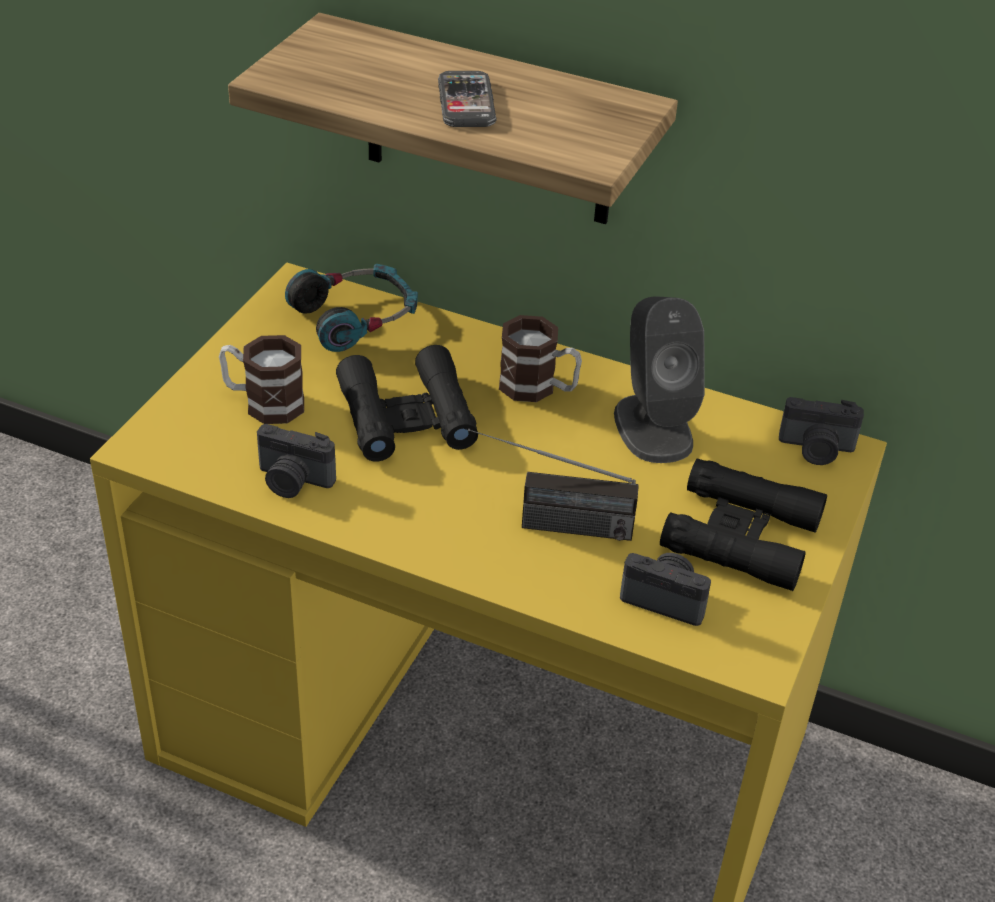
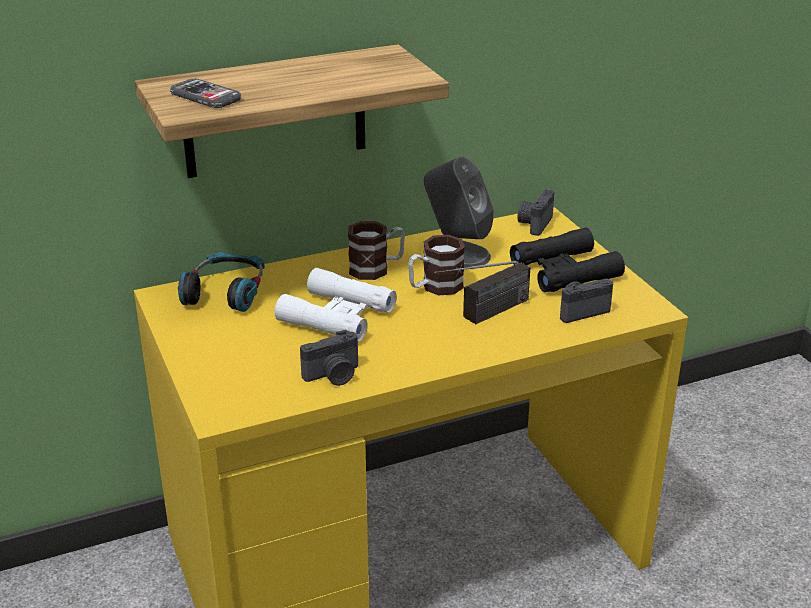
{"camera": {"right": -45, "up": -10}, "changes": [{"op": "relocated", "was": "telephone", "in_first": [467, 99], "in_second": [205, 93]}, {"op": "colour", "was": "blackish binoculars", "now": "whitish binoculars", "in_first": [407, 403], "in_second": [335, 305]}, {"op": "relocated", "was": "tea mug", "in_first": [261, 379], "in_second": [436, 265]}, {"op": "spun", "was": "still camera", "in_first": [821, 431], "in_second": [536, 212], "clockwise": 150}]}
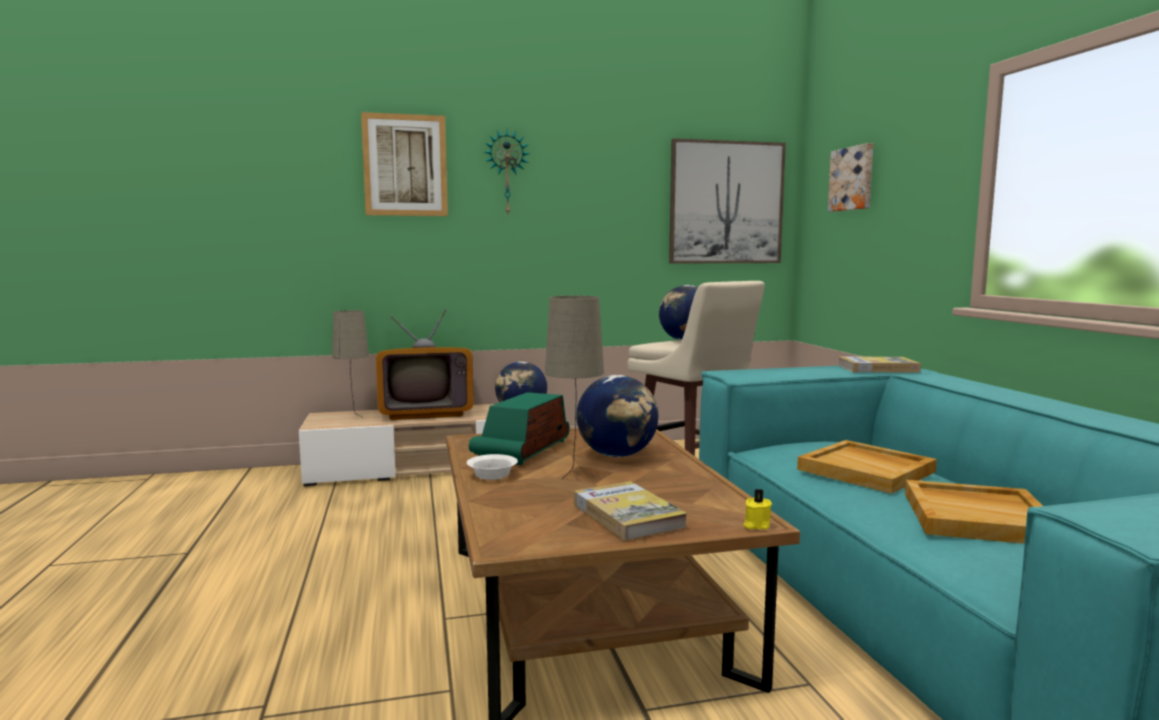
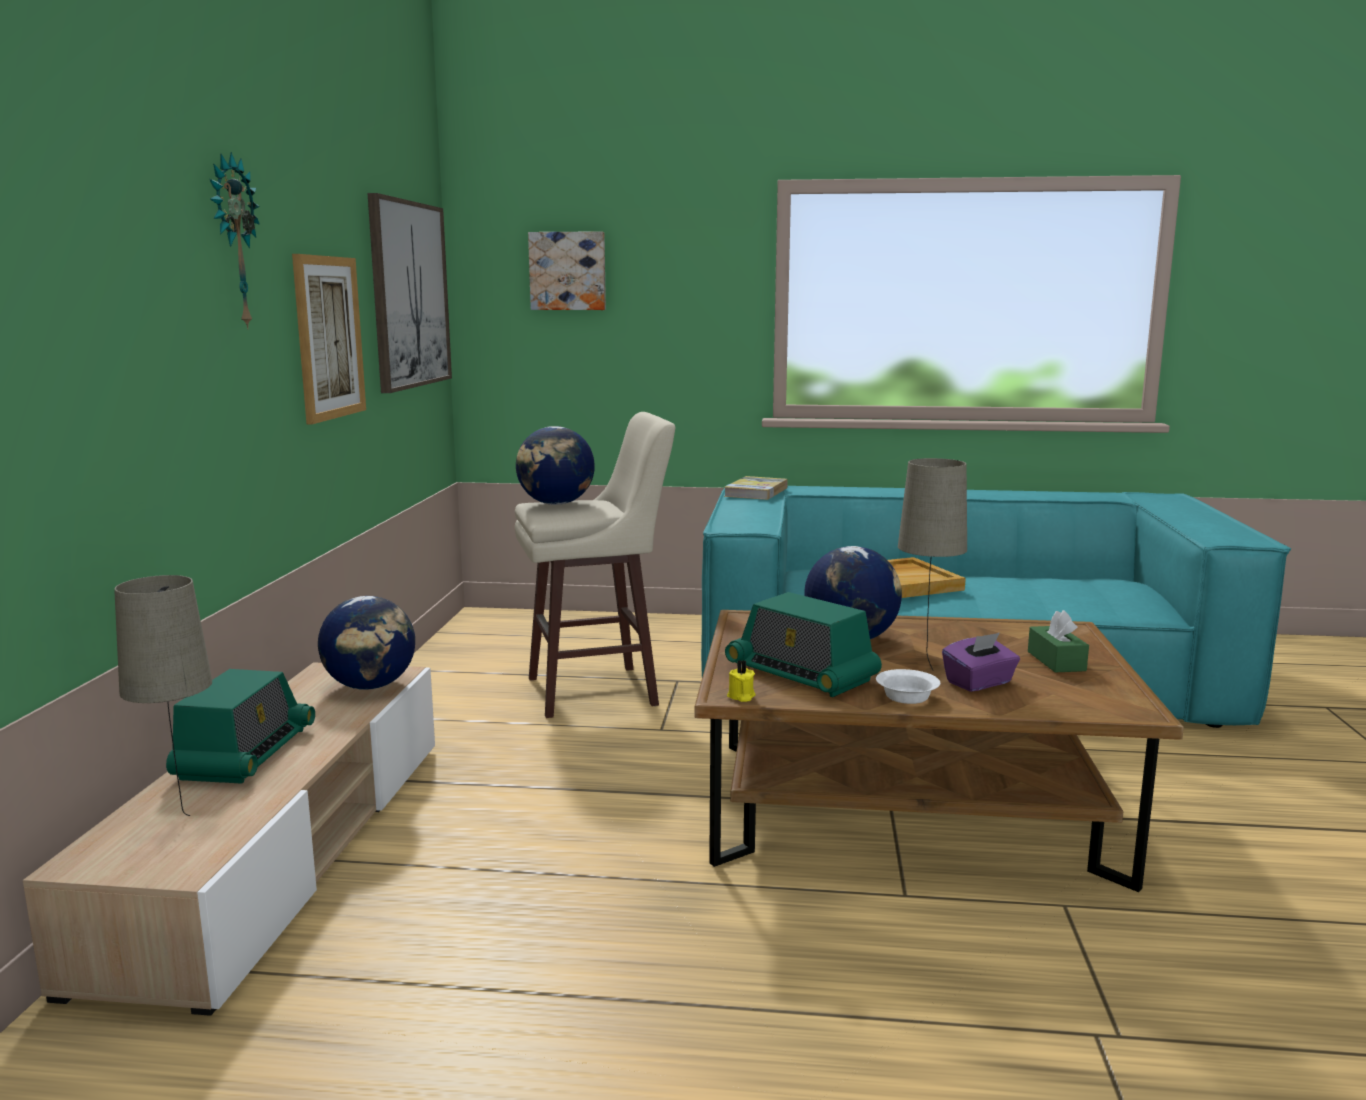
{"camera": {"right": -70, "up": 5}, "changes": [{"op": "exchanged", "was": "television", "now": "radio set", "in_first": [425, 364], "in_second": [240, 726]}, {"op": "relocated", "was": "picture", "in_first": [404, 164], "in_second": [329, 339]}, {"op": "relocated", "was": "yellow-coloured candle", "in_first": [757, 509], "in_second": [741, 681]}, {"op": "appeared", "now": "purplish tissue holder", "in_second": [981, 662]}, {"op": "exchanged", "was": "book", "now": "greenish tissue holder", "in_first": [630, 511], "in_second": [1058, 641]}, {"op": "missing", "was": "beige-coloured carrying tray", "in_first": [974, 512]}]}
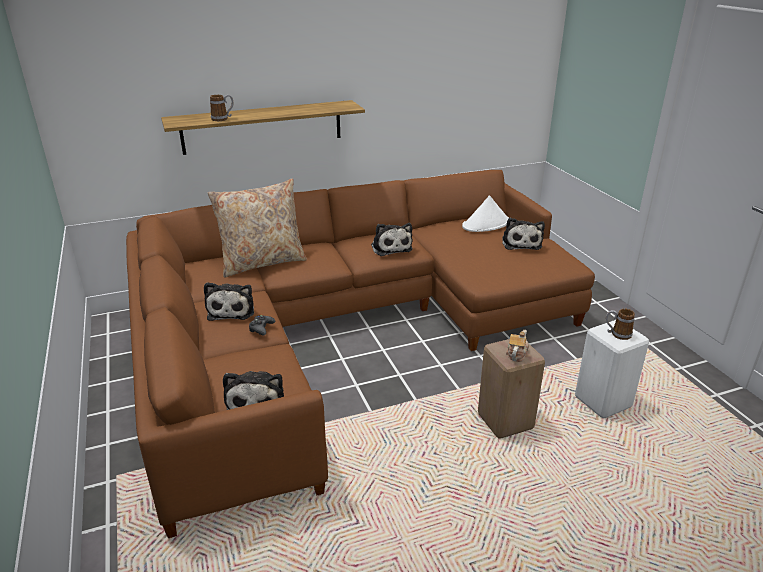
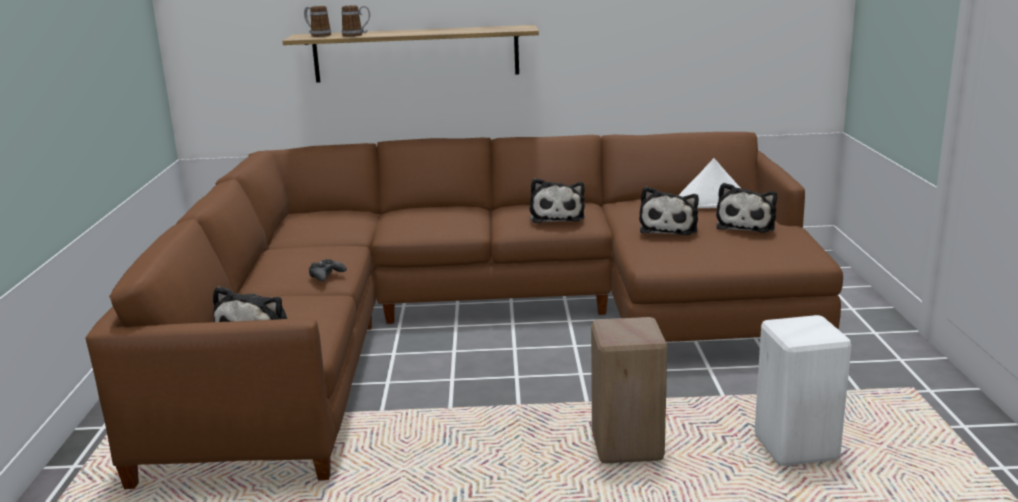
{"camera": {"right": 20, "up": -10}, "changes": [{"op": "relocated", "was": "tea mug", "in_first": [620, 324], "in_second": [317, 21]}, {"op": "relocated", "was": "plush toy", "in_first": [229, 301], "in_second": [669, 210]}, {"op": "missing", "was": "beige-coloured throw pillow", "in_first": [257, 228]}, {"op": "missing", "was": "teapot", "in_first": [517, 346]}]}
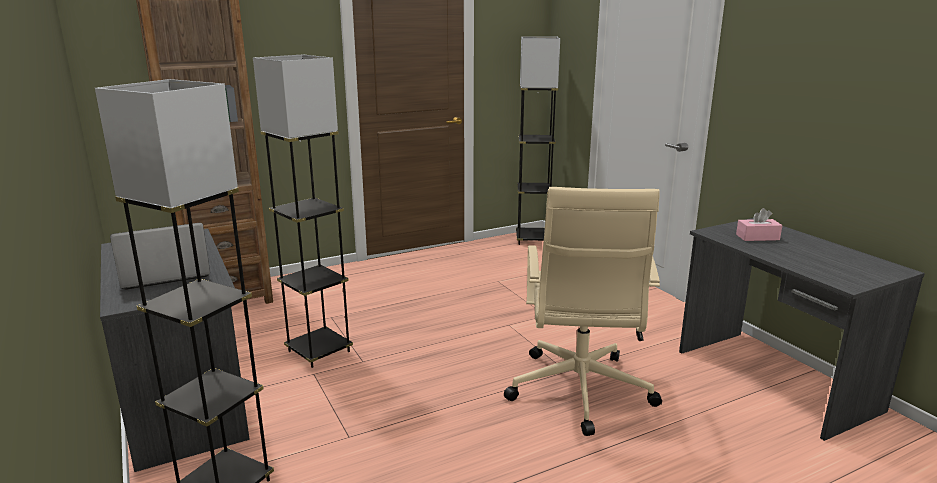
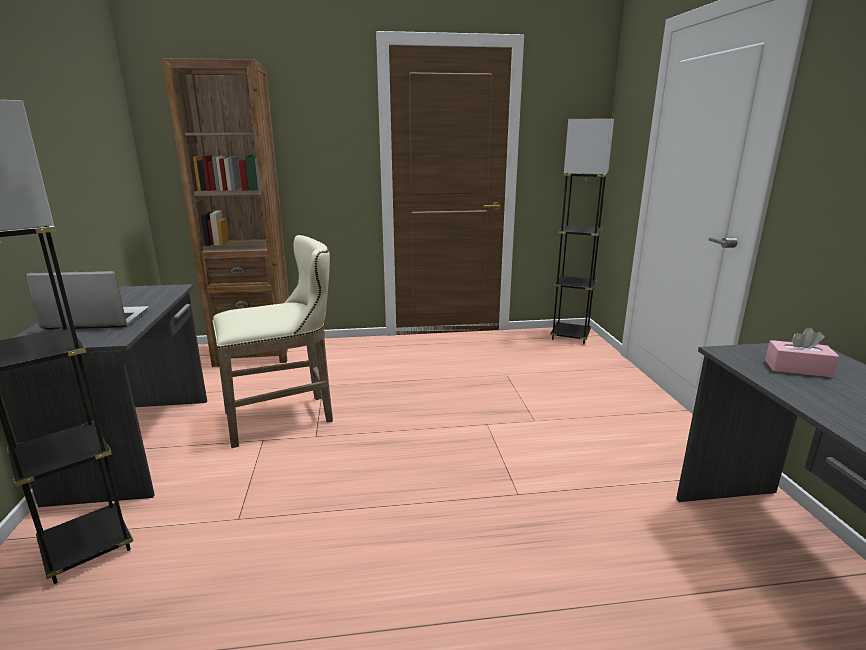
{"camera": {"right": 20, "up": 0}, "changes": [{"op": "exchanged", "was": "grey standard lamp", "now": "beige-coloured stool", "in_first": [303, 211], "in_second": [272, 341]}, {"op": "missing", "was": "beige-coloured office chair", "in_first": [583, 311]}]}
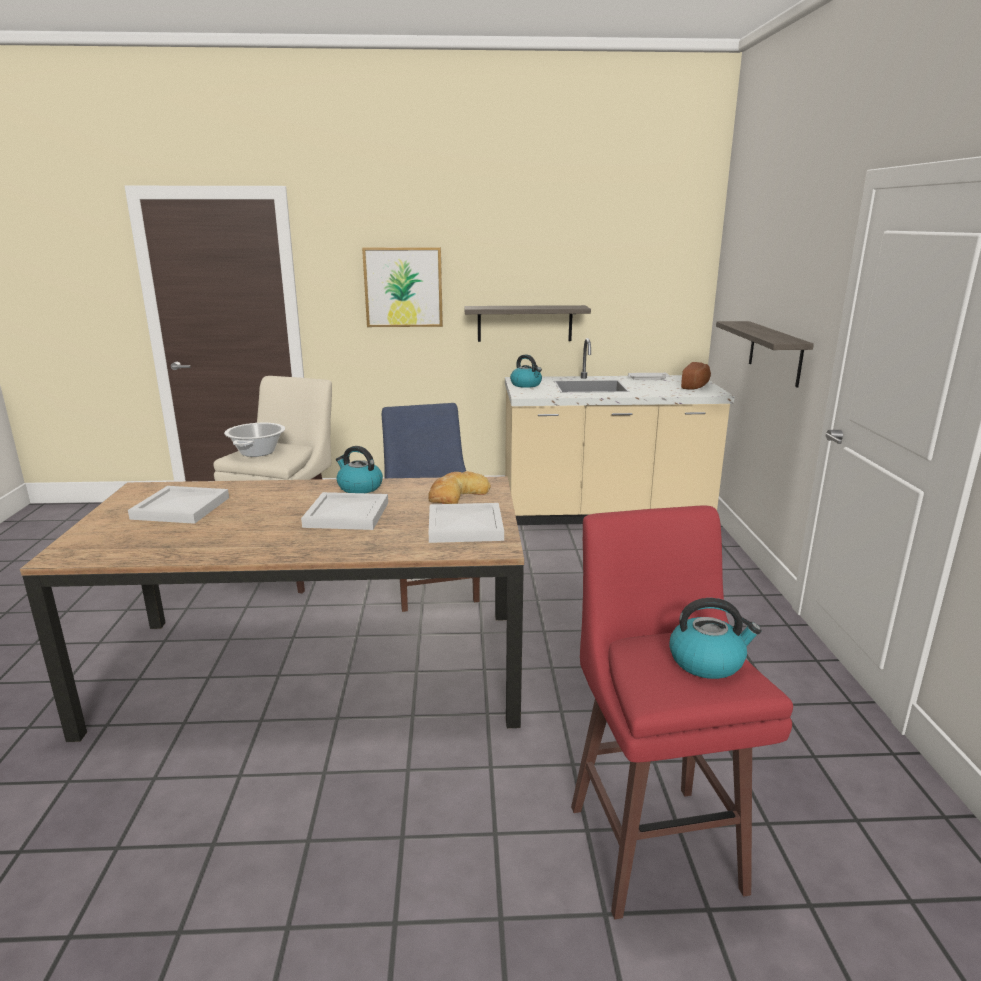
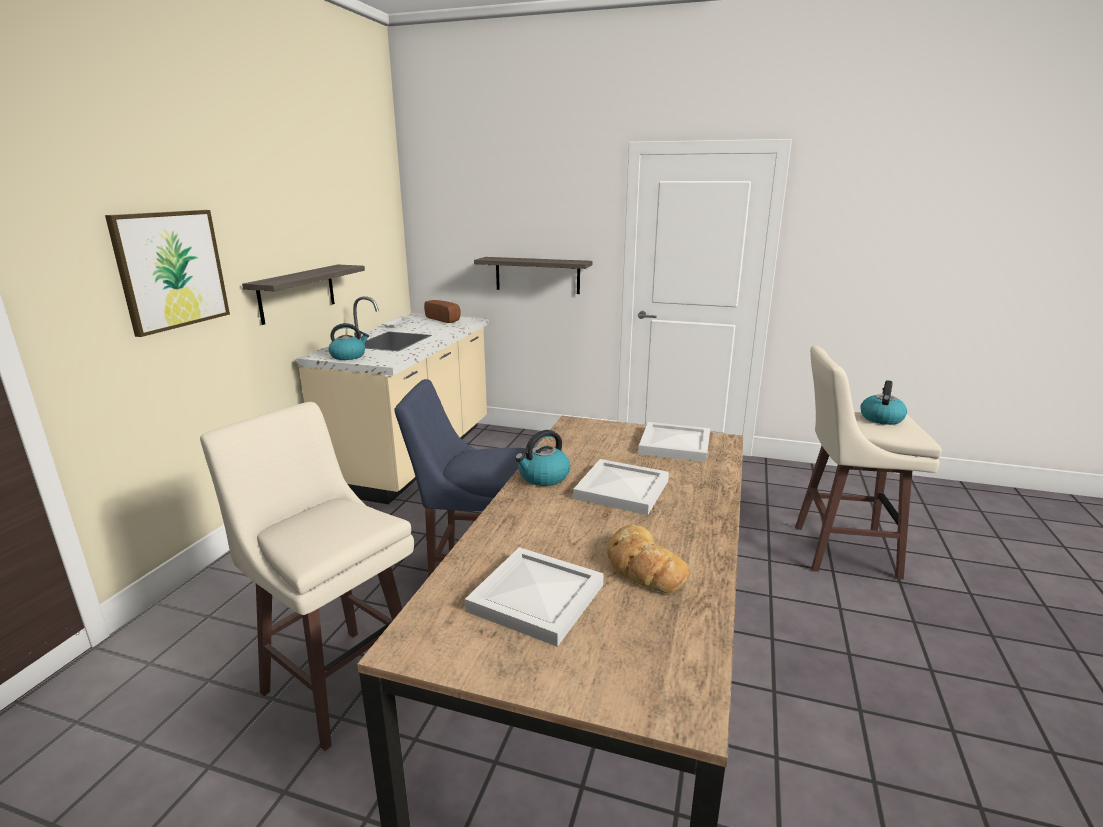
{"camera": {"right": -70, "up": 0}, "changes": [{"op": "relocated", "was": "bread", "in_first": [459, 487], "in_second": [648, 559]}, {"op": "colour", "was": "reddish stool", "now": "beige-coloured stool", "in_first": [682, 712], "in_second": [868, 462]}, {"op": "missing", "was": "saucepot", "in_first": [254, 440]}]}
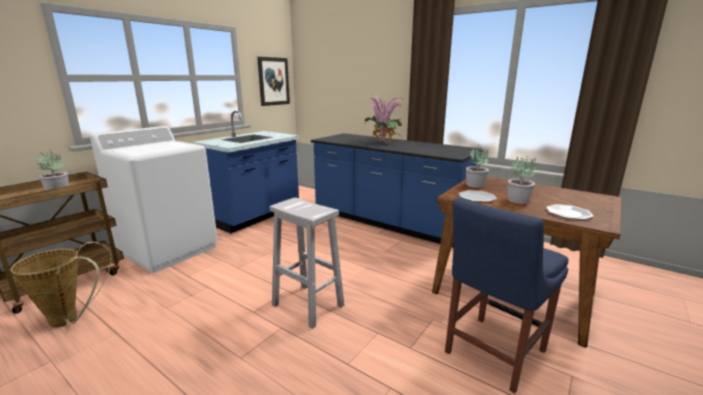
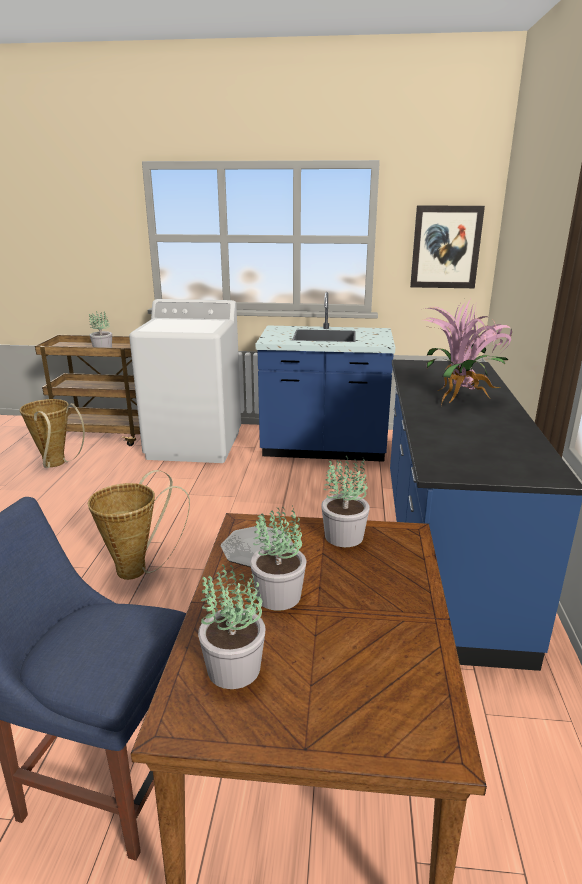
{"camera": {"right": 60, "up": 5}, "changes": [{"op": "exchanged", "was": "whitish stool", "now": "storage basket", "in_first": [307, 263], "in_second": [139, 525]}, {"op": "exchanged", "was": "flat dish", "now": "potted plant", "in_first": [570, 212], "in_second": [231, 626]}]}
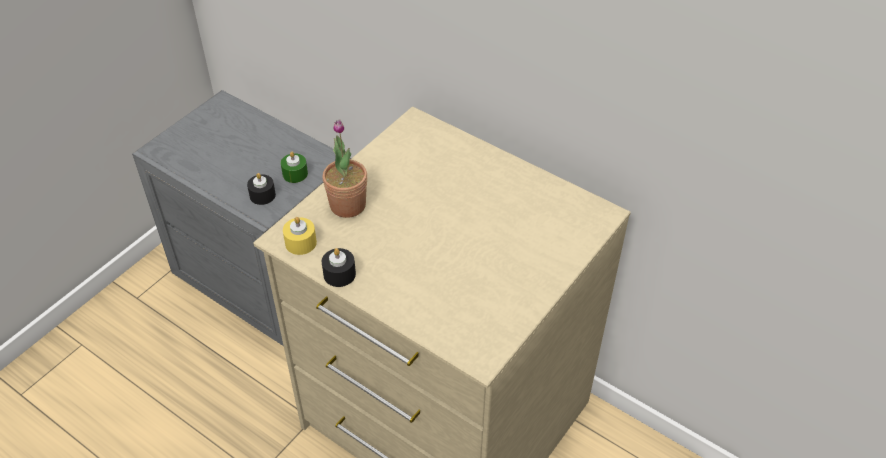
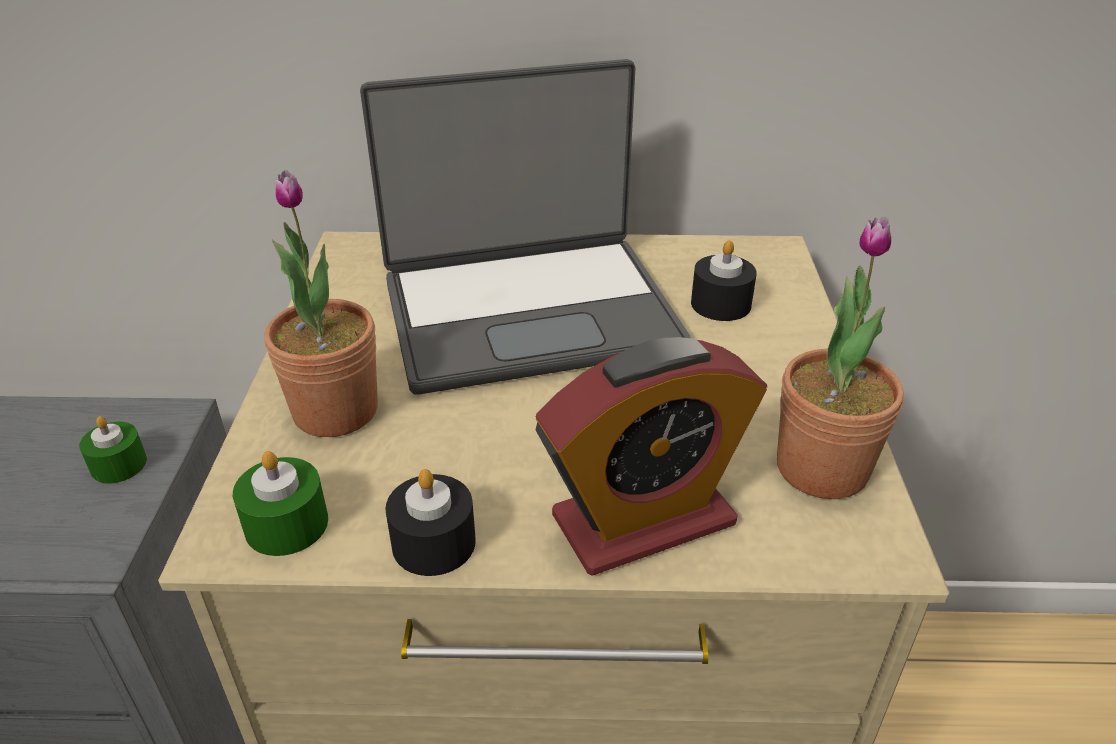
{"camera": {"right": -35, "up": -10}, "changes": [{"op": "colour", "was": "yellow-coloured candle", "now": "greenish candle", "in_first": [300, 236], "in_second": [280, 503]}, {"op": "appeared", "now": "laptop", "in_second": [525, 227]}, {"op": "appeared", "now": "bedside clock", "in_second": [651, 456]}, {"op": "relocated", "was": "blackish candle", "in_first": [261, 189], "in_second": [724, 280]}, {"op": "appeared", "now": "potted plant", "in_second": [840, 358]}]}
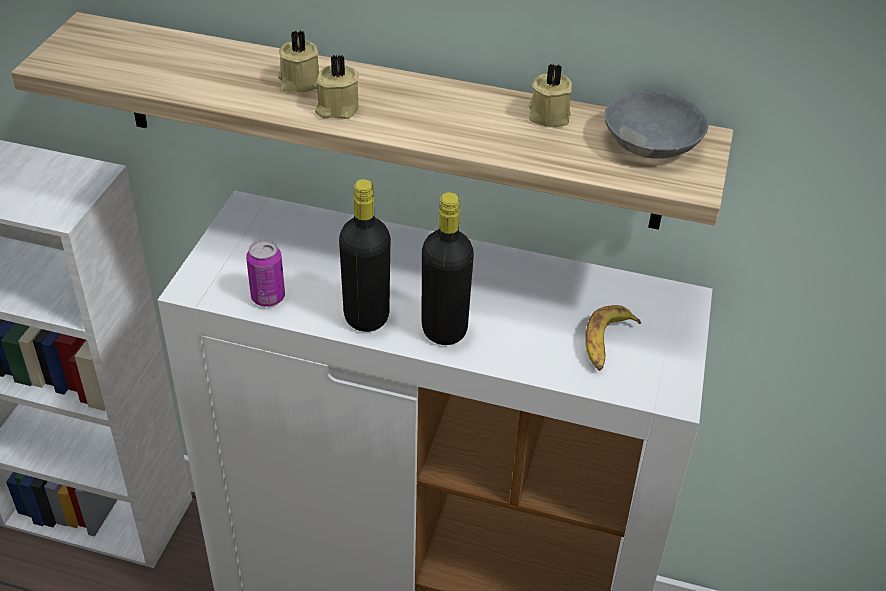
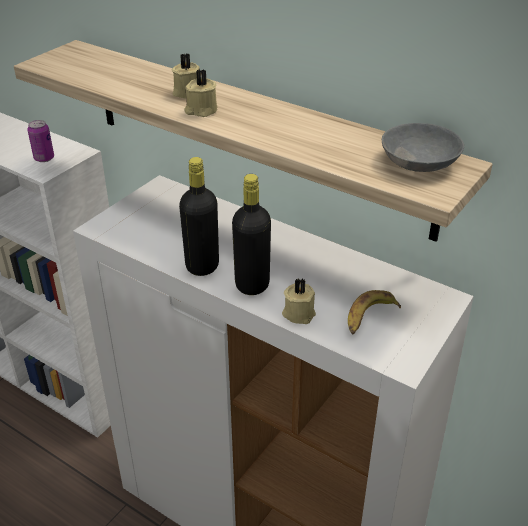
{"camera": {"right": 20, "up": -5}, "changes": [{"op": "relocated", "was": "can", "in_first": [265, 273], "in_second": [40, 141]}, {"op": "relocated", "was": "beige-coloured candle", "in_first": [550, 95], "in_second": [299, 301]}]}
